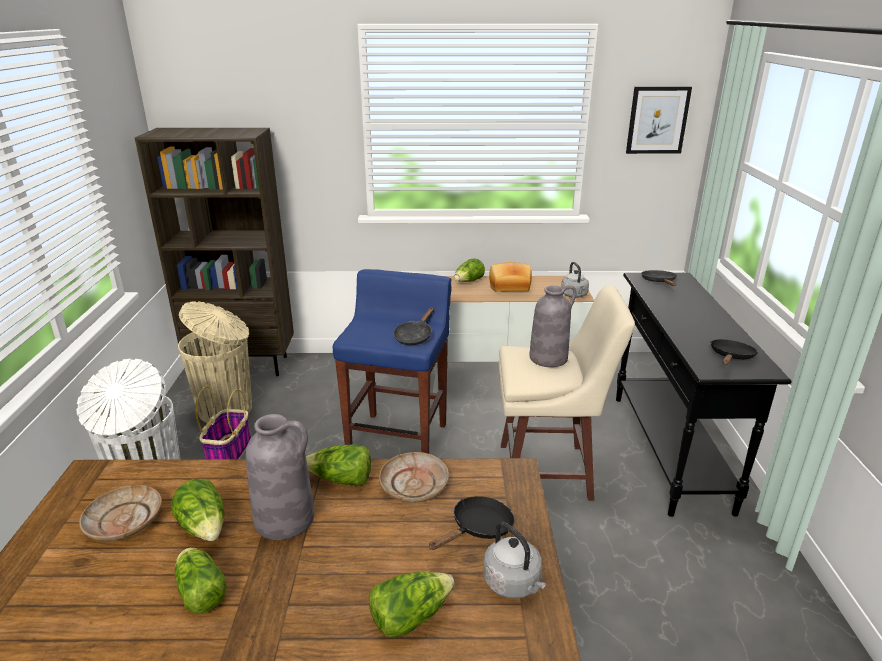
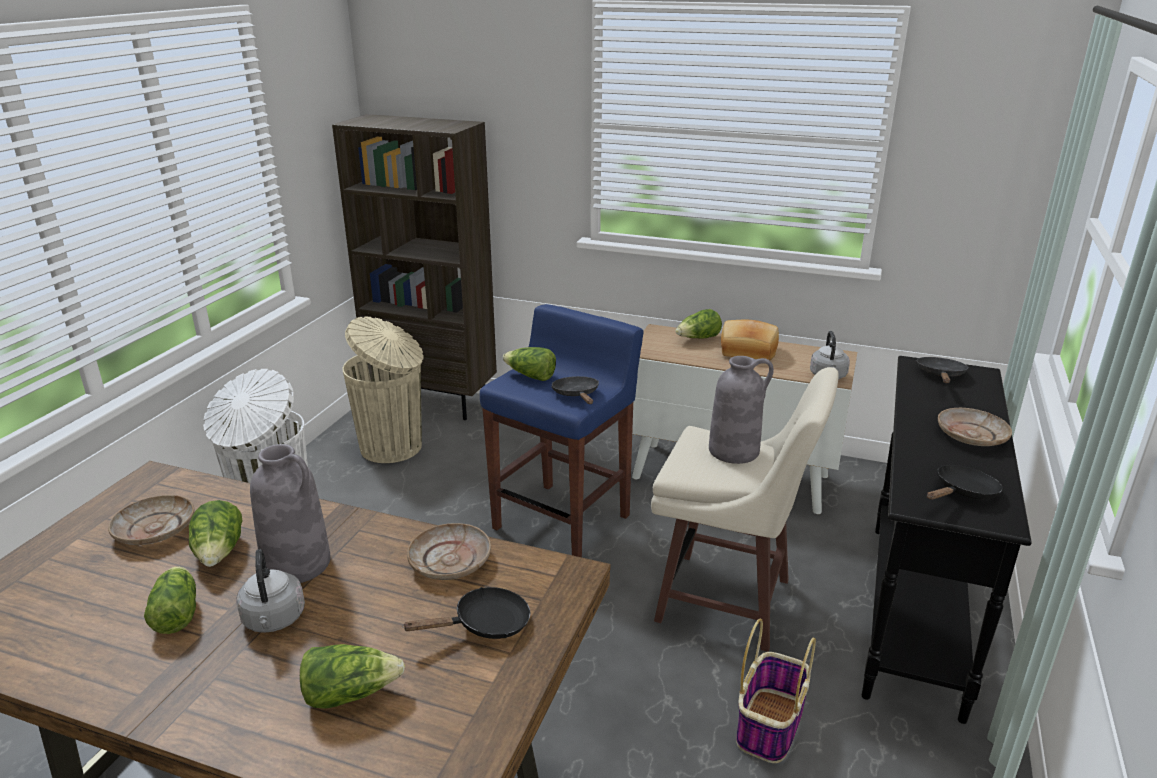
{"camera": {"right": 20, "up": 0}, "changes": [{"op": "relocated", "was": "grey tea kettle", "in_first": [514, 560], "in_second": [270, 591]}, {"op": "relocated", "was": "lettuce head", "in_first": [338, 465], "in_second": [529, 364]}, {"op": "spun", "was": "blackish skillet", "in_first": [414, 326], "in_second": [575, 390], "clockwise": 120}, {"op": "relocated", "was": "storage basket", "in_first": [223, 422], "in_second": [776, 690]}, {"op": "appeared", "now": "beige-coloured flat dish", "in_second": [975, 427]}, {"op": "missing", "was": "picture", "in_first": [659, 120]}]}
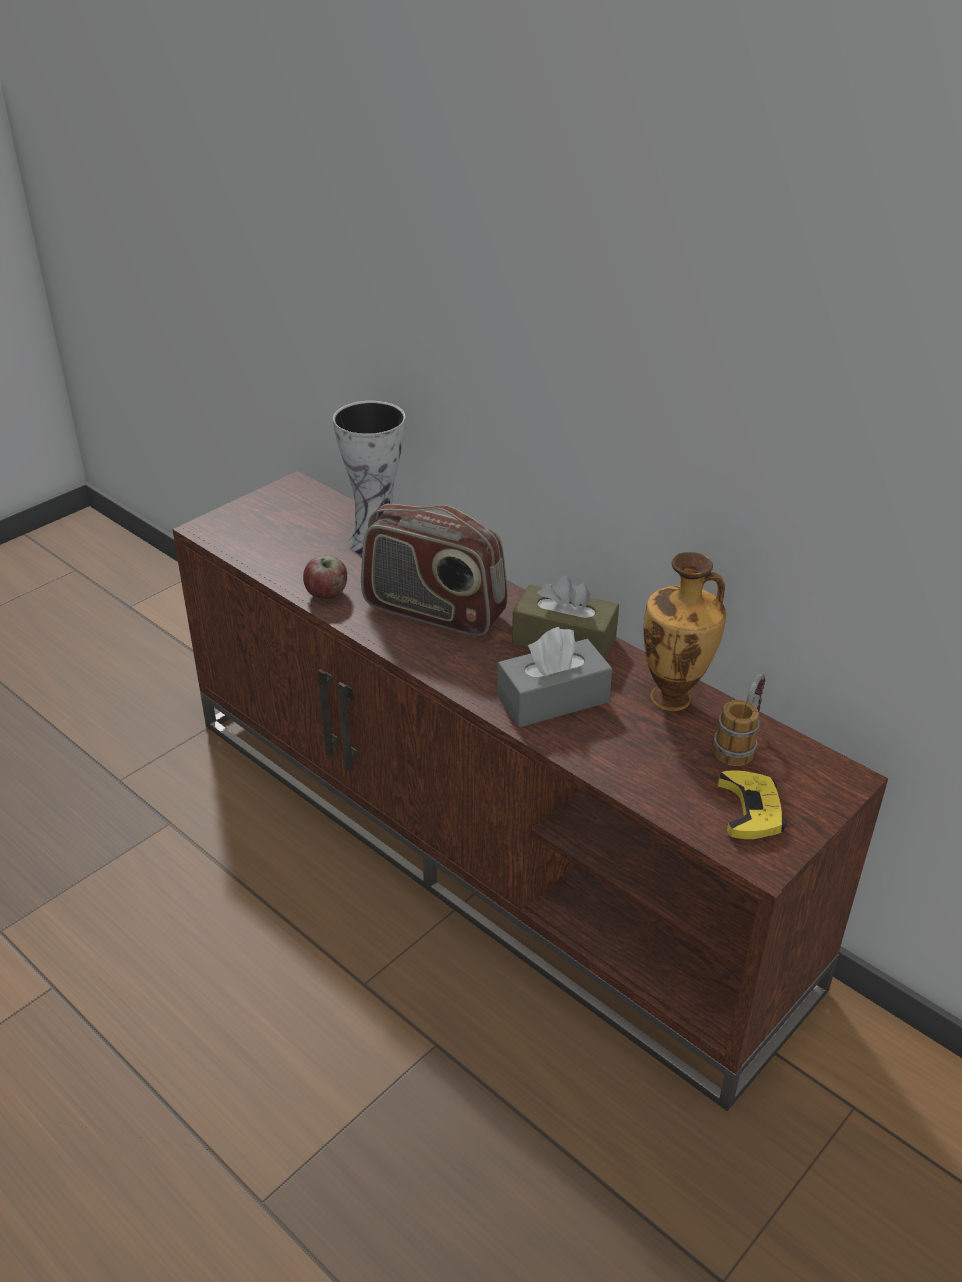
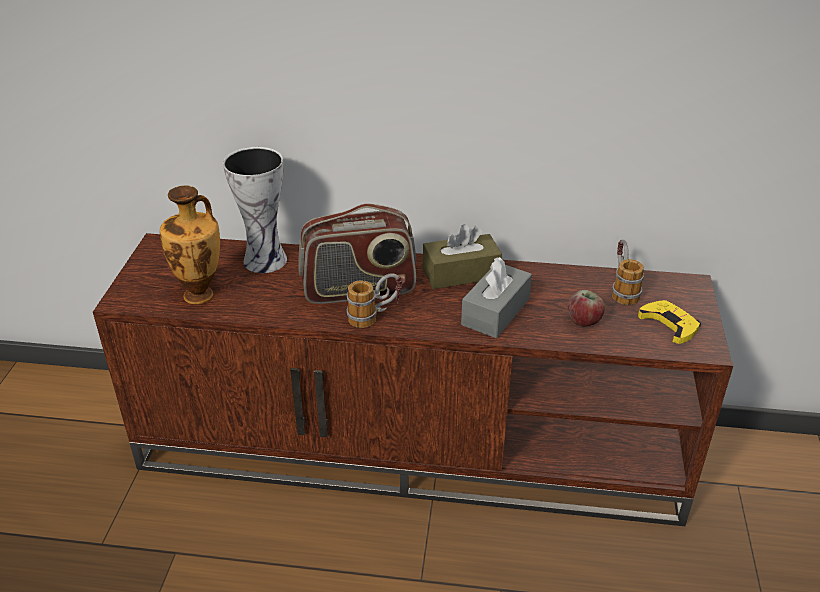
{"camera": {"right": -35, "up": 0}, "changes": [{"op": "relocated", "was": "flower vase", "in_first": [684, 631], "in_second": [190, 245]}, {"op": "appeared", "now": "tea mug", "in_second": [374, 300]}, {"op": "relocated", "was": "whole apple", "in_first": [325, 577], "in_second": [586, 308]}]}
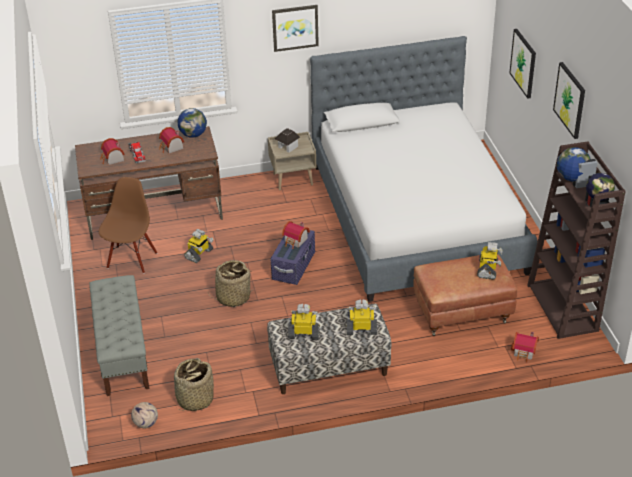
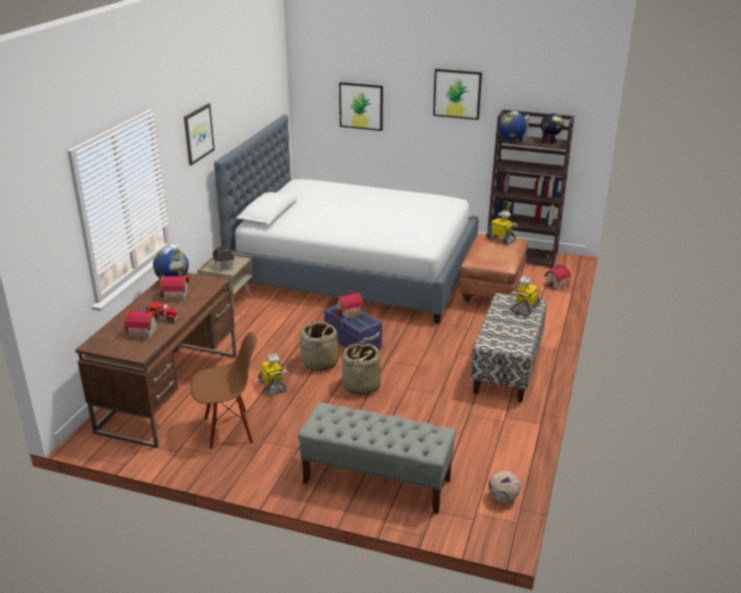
{"camera": {"right": -60, "up": -10}, "changes": [{"op": "spun", "was": "brown chair", "in_first": [128, 225], "in_second": [223, 391], "clockwise": 120}, {"op": "relocated", "was": "storage basket", "in_first": [194, 384], "in_second": [319, 346]}, {"op": "missing", "was": "model robot", "in_first": [304, 322]}]}
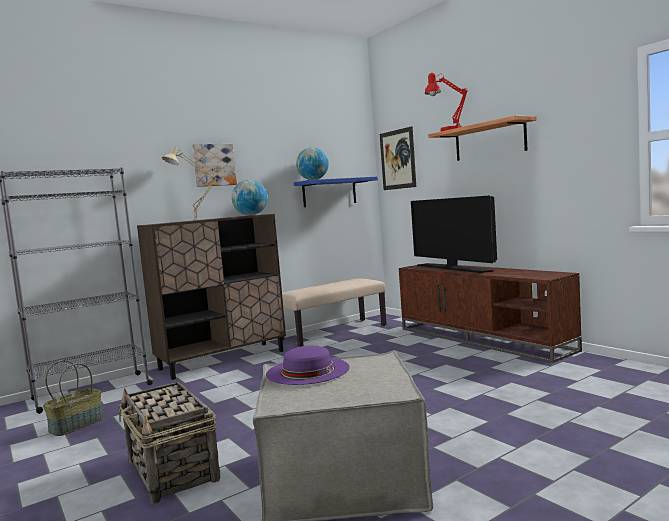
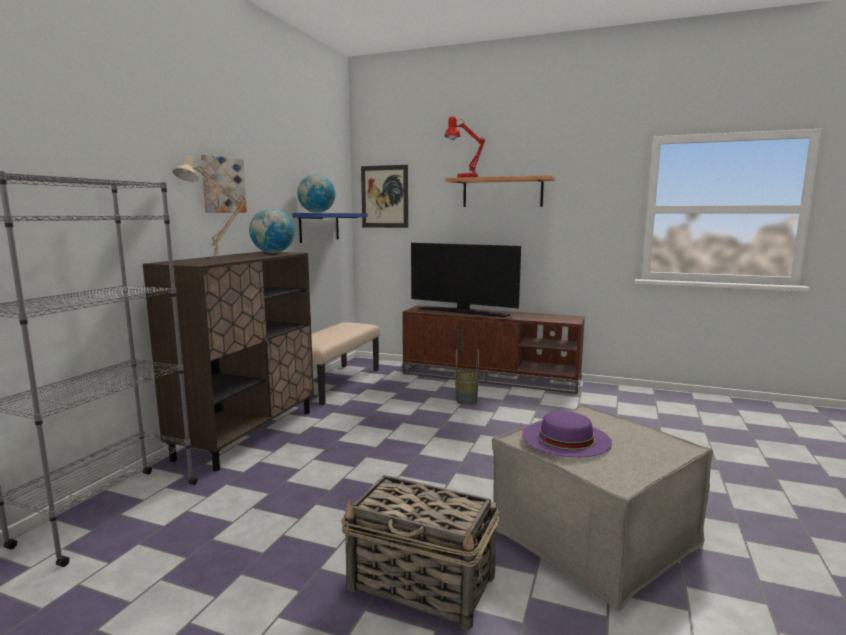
{"camera": {"right": -35, "up": 5}, "changes": [{"op": "relocated", "was": "storage basket", "in_first": [73, 398], "in_second": [467, 376]}]}
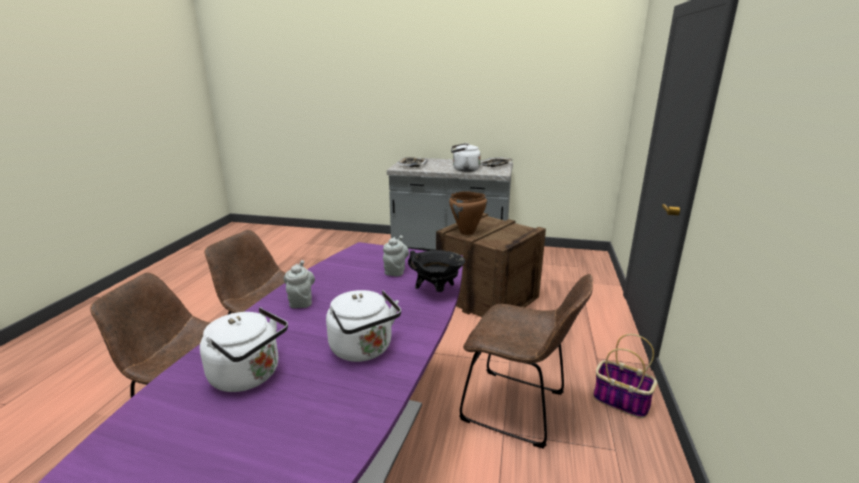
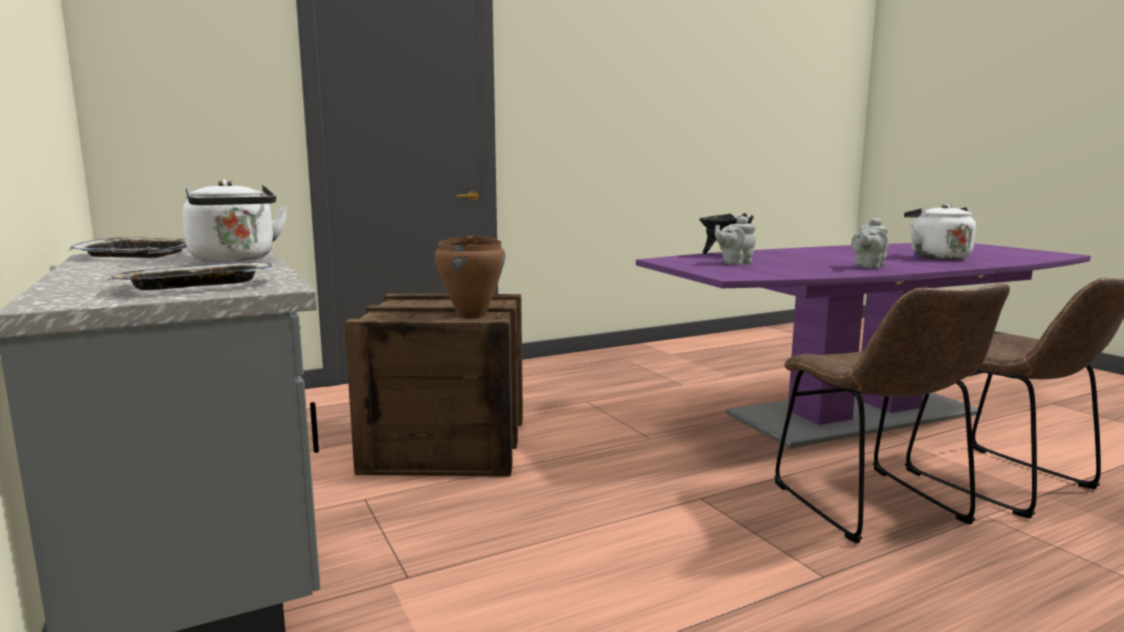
{"camera": {"right": -130, "up": -10}, "changes": [{"op": "missing", "was": "whitish tea kettle", "in_first": [363, 326]}, {"op": "missing", "was": "brown chair", "in_first": [526, 361]}, {"op": "missing", "was": "storage basket", "in_first": [625, 376]}]}
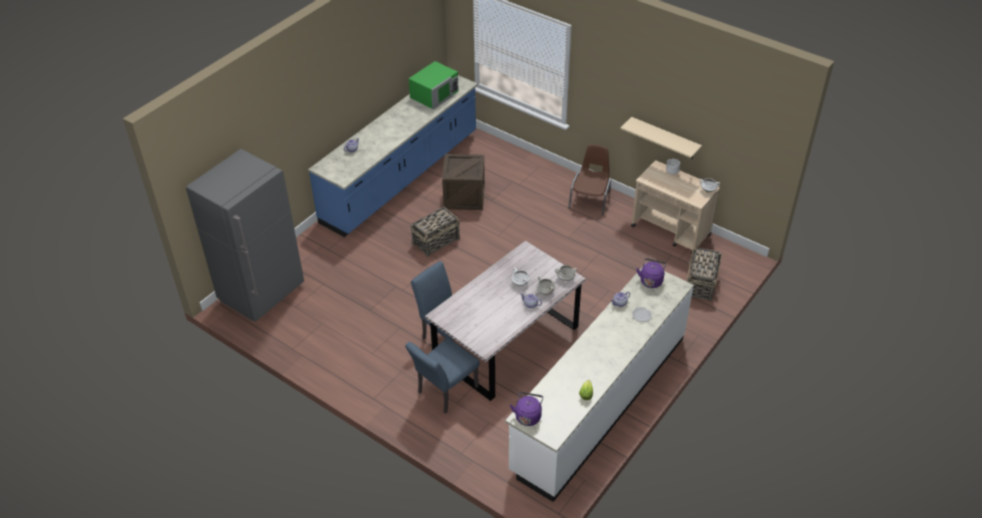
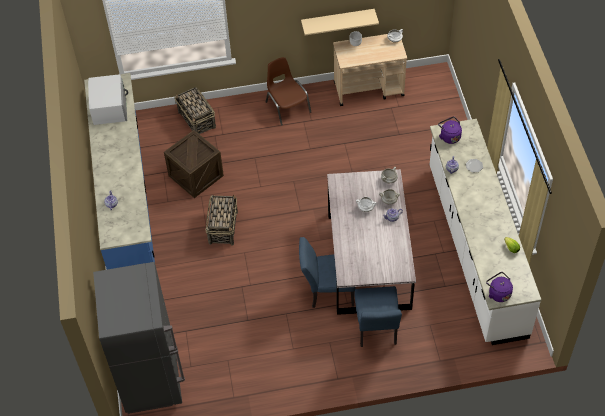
{"camera": {"right": -45, "up": 10}, "changes": [{"op": "colour", "was": "greenish kitchen microwave", "now": "whitish kitchen microwave", "in_first": [434, 85], "in_second": [108, 99]}, {"op": "relocated", "was": "storage basket", "in_first": [704, 274], "in_second": [195, 110]}]}
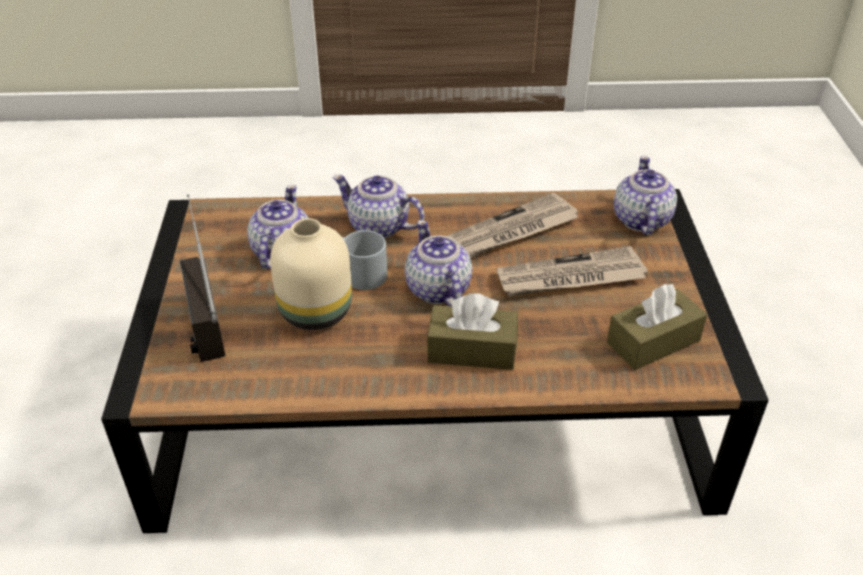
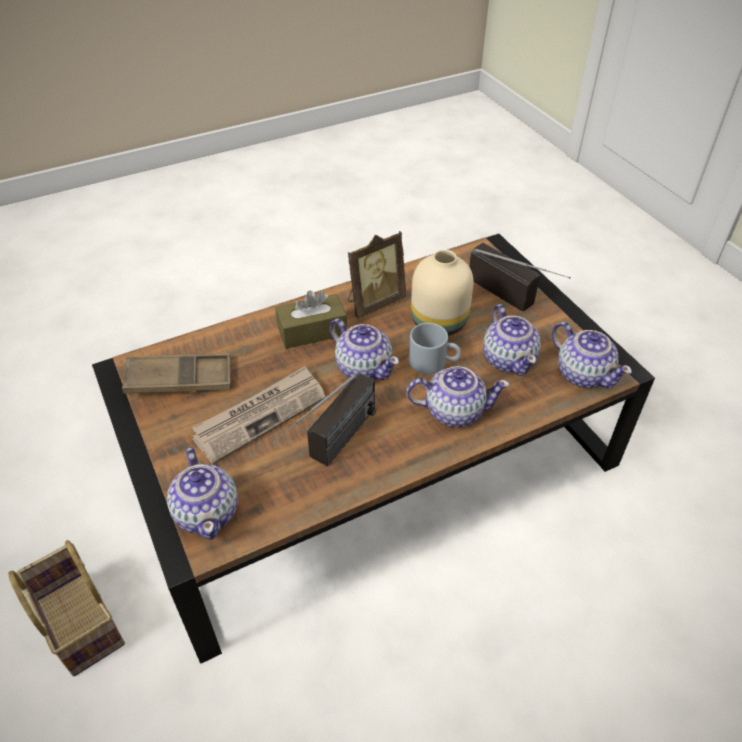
{"camera": {"right": 155, "up": 5}, "changes": [{"op": "appeared", "now": "storage basket", "in_second": [66, 608]}, {"op": "exchanged", "was": "brown tissue holder", "now": "brown carrying tray", "in_first": [657, 327], "in_second": [176, 373]}, {"op": "exchanged", "was": "printed paper", "now": "radio set", "in_first": [512, 225], "in_second": [325, 419]}, {"op": "appeared", "now": "picture frame", "in_second": [377, 274]}, {"op": "appeared", "now": "teapot", "in_second": [592, 355]}]}
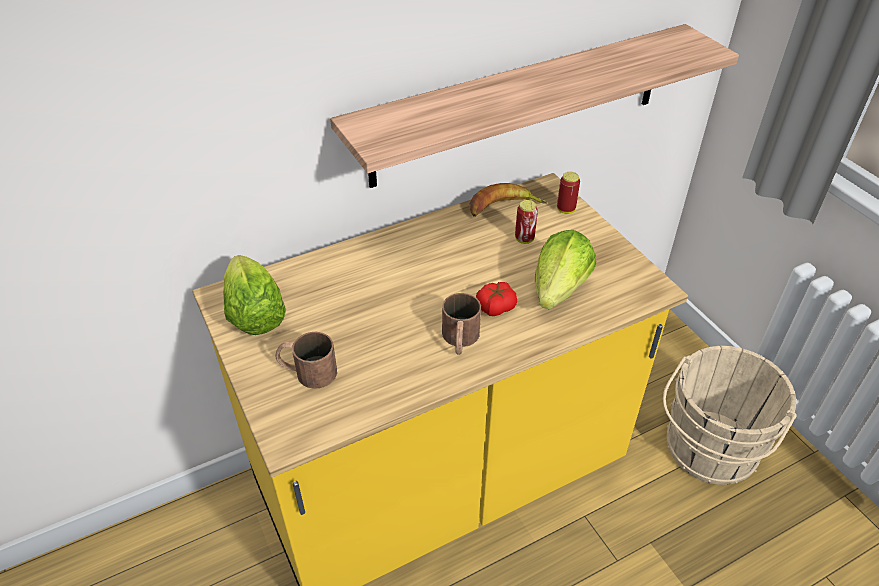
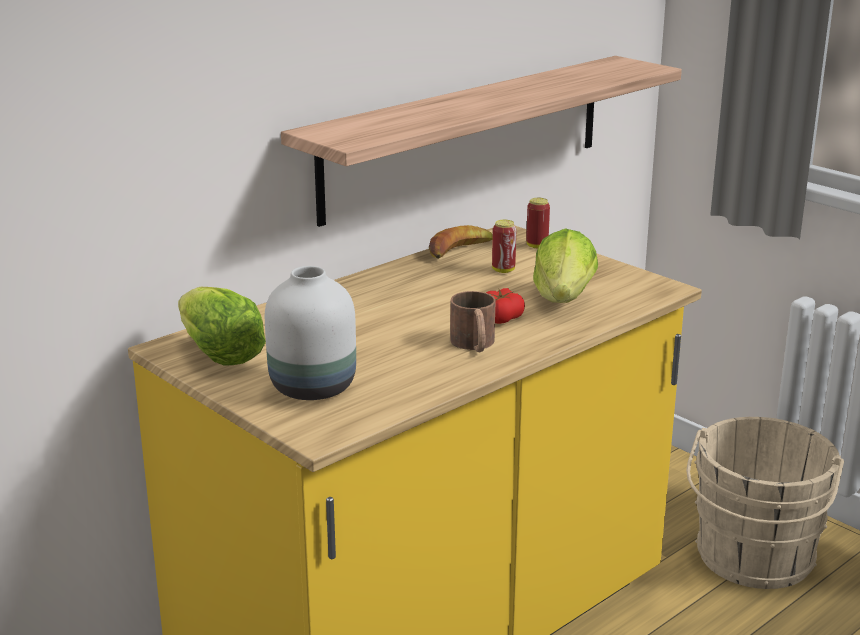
{"camera": {"right": -15, "up": -20}, "changes": [{"op": "exchanged", "was": "brown tea mug", "now": "whitish flower vase", "in_first": [306, 360], "in_second": [310, 333]}]}
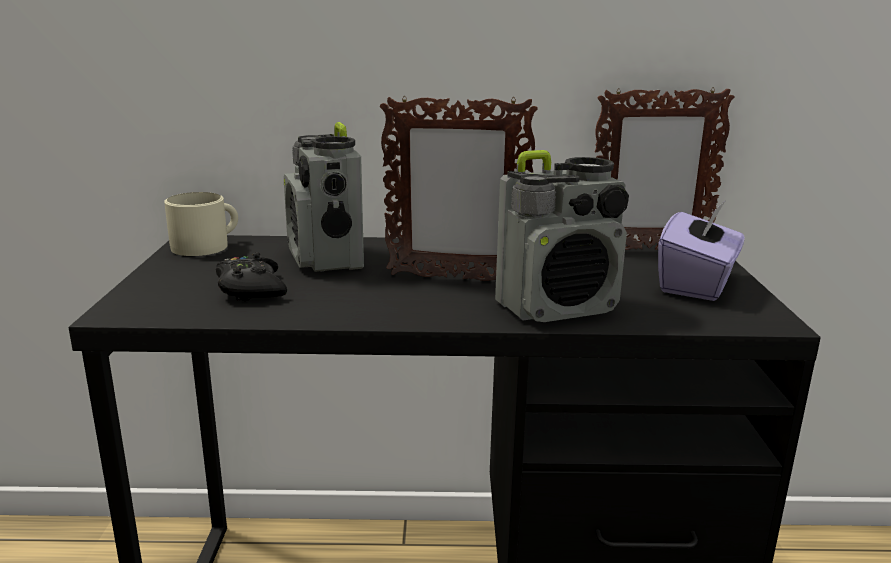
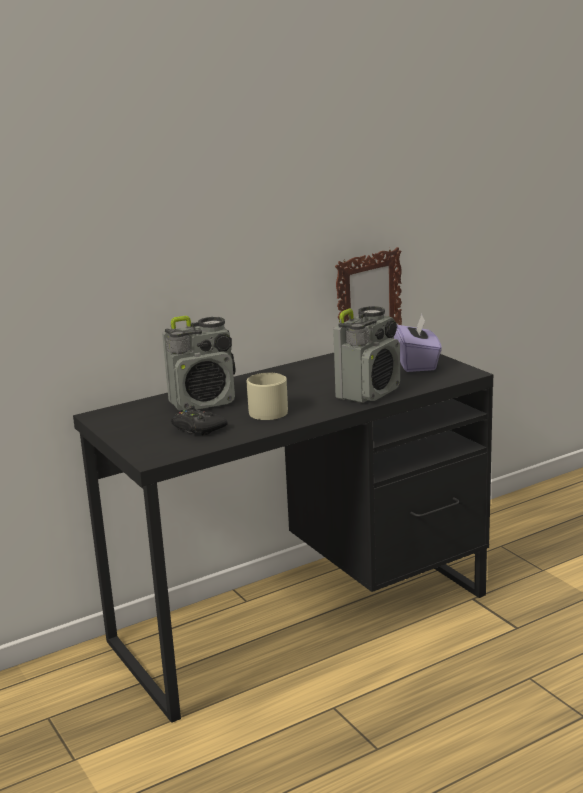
{"camera": {"right": -30, "up": 0}, "changes": [{"op": "spun", "was": "radio set", "in_first": [324, 197], "in_second": [199, 363], "clockwise": -60}, {"op": "relocated", "was": "beige-coloured tea mug", "in_first": [201, 224], "in_second": [267, 396]}, {"op": "missing", "was": "picture frame", "in_first": [459, 188]}]}
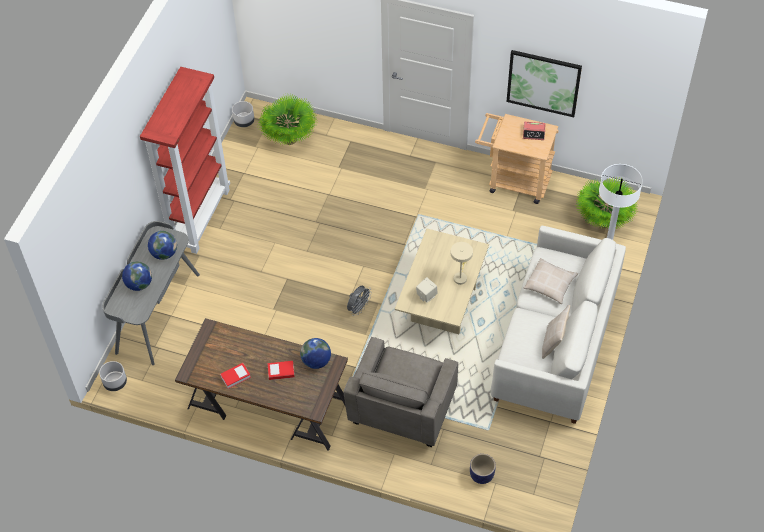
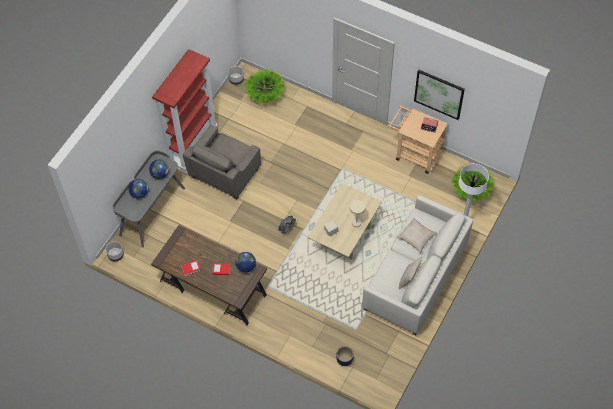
{"camera": {"right": 10, "up": 5}, "changes": [{"op": "relocated", "was": "grey armchair", "in_first": [400, 392], "in_second": [222, 162]}]}
